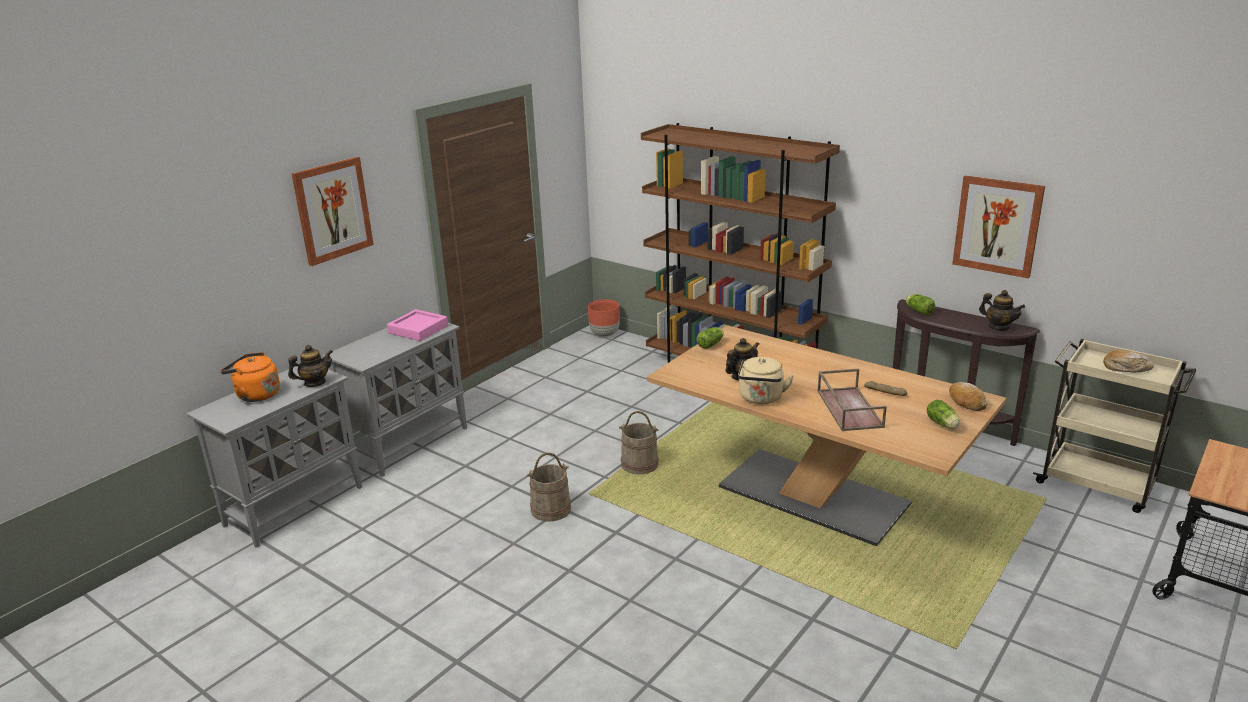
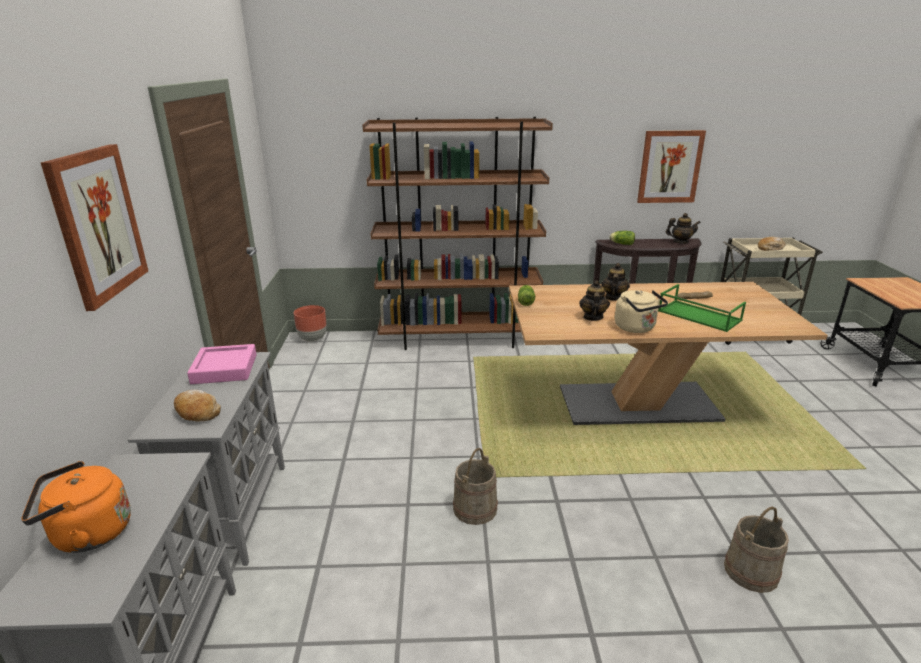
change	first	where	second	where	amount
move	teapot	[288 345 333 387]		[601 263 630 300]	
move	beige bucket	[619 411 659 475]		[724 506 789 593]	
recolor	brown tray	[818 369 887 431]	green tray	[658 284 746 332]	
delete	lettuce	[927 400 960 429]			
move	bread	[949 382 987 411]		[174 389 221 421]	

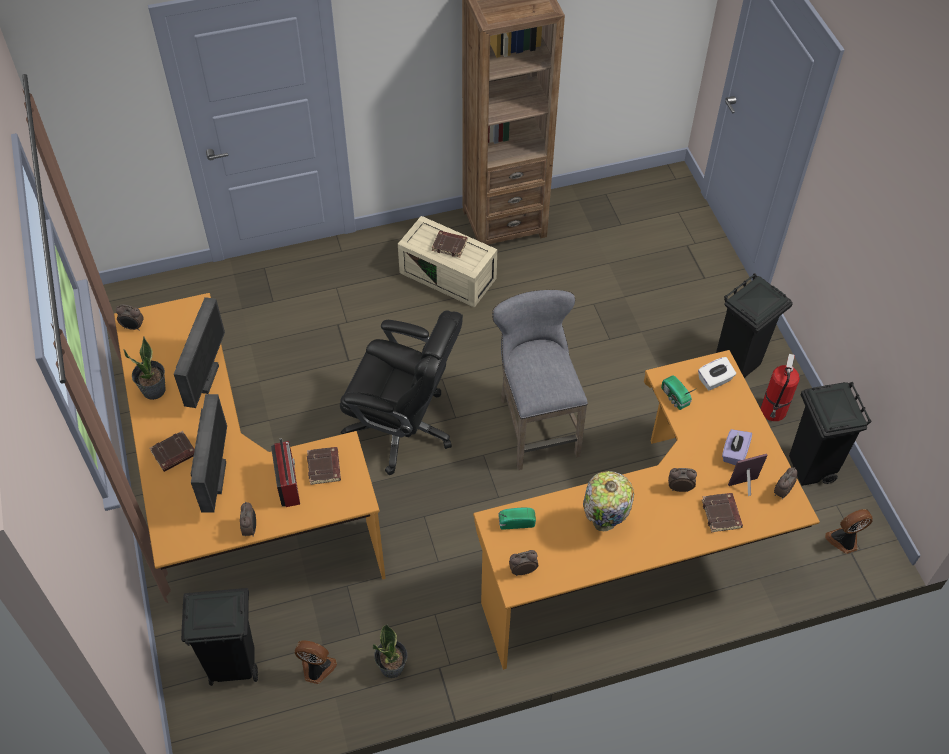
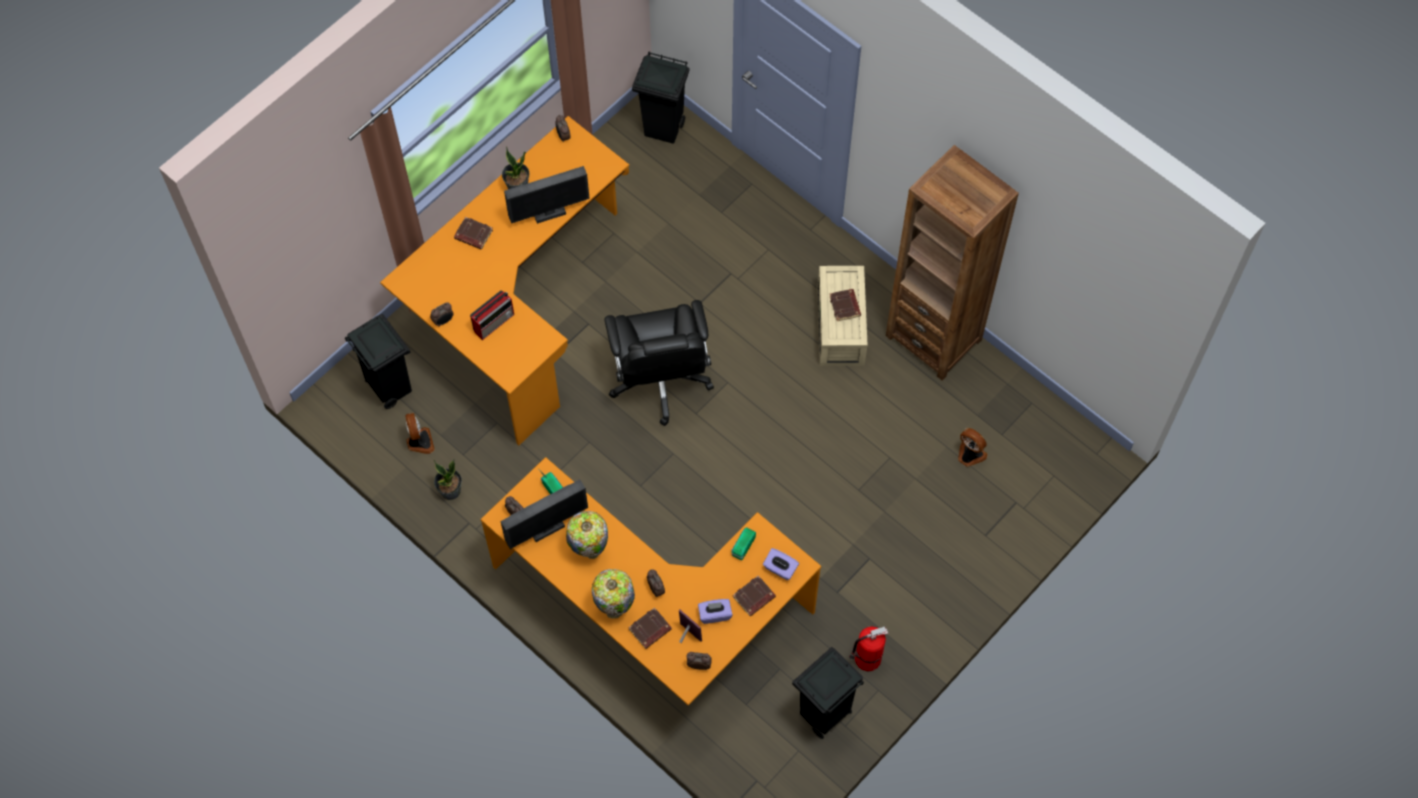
change	first	where	second	where	amount
move	monitor	[191 394 227 513]		[500 479 588 549]	
move	brown book	[307 447 341 485]		[733 575 776 617]	
delete	grey stool	[492 290 588 470]			
recolor	white tissue box	[698 357 736 390]	purple tissue box	[763 548 799 580]	
move	black trash can	[716 273 793 378]		[632 52 690 144]	
move	fan	[825 509 873 554]		[958 428 988 467]	
insert			table lamp	[592 569 635 618]	

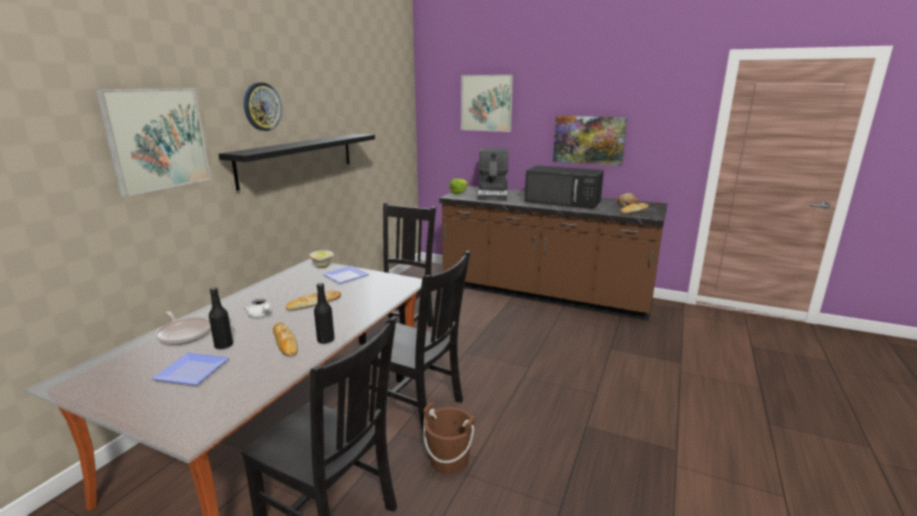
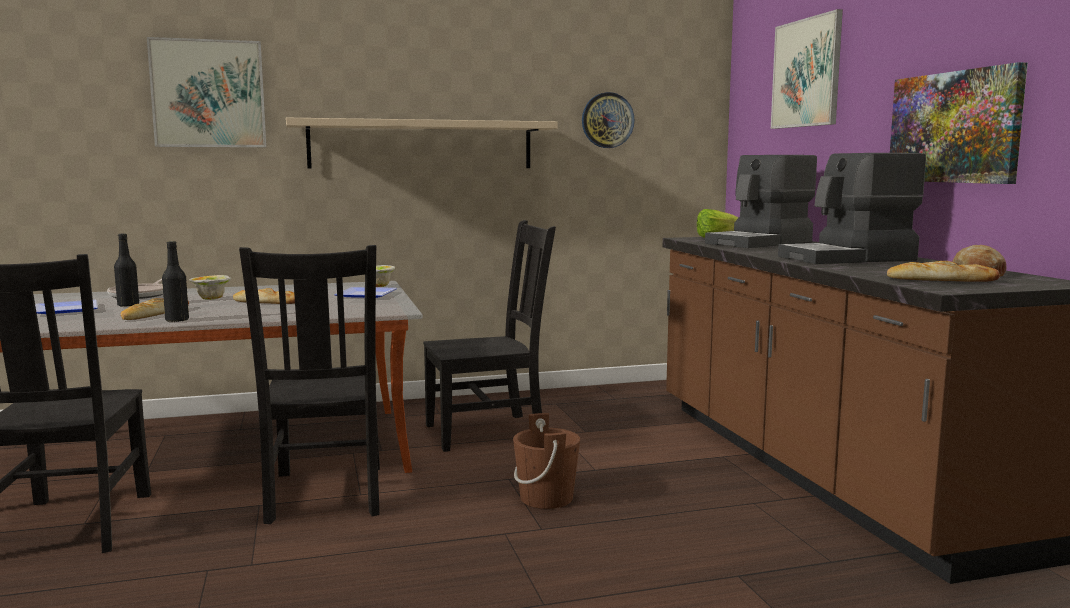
change	first	where	second	where	amount
recolor	black shelf	[219 134 375 191]	beige shelf	[286 118 557 169]	
replace	white teapot	[243 299 272 317]	bowl	[189 275 232 300]	
move	wall clock	[244 83 282 131]		[582 92 635 148]	
move	brown bucket	[423 402 475 474]		[513 413 580 509]	
replace	black microwave	[524 165 604 209]	coffee machine	[778 153 926 264]	

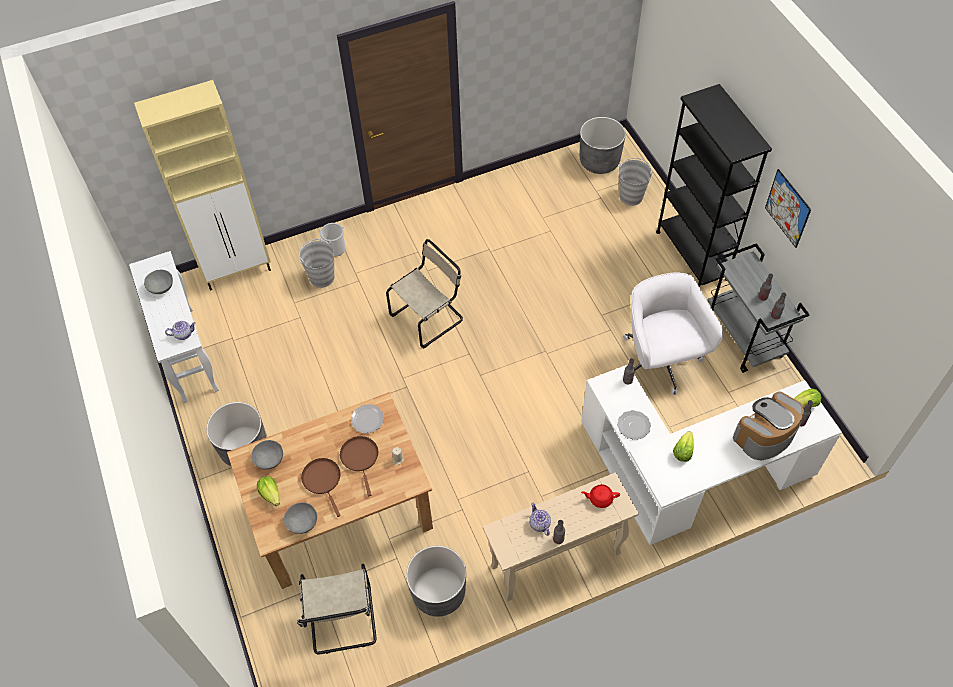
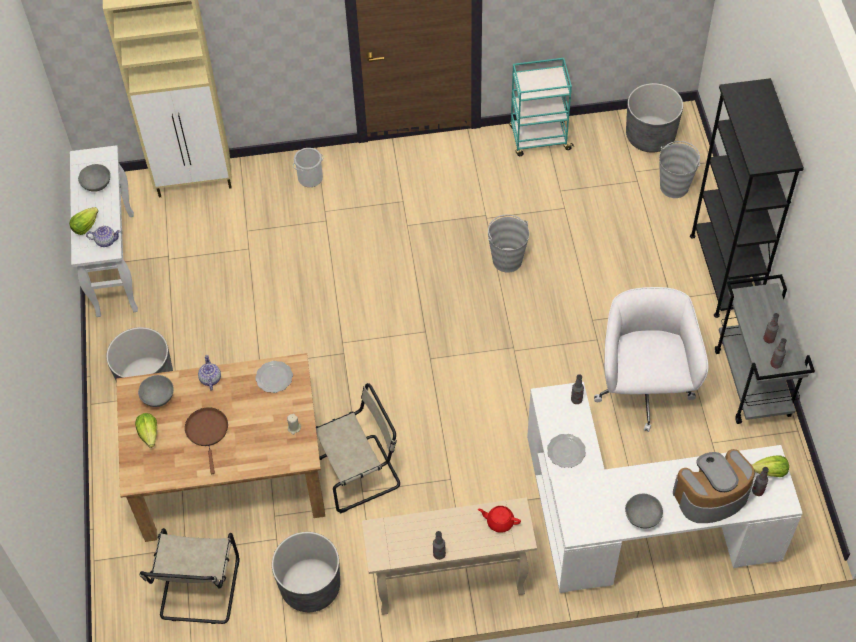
change	first	where	second	where	amount
move	grey bowl	[284 502 317 534]		[625 494 663 529]	
move	grey bucket	[299 239 334 288]		[488 214 529 273]	
delete	brown frying pan	[340 436 378 496]			
move	beige chair	[386 239 463 349]		[316 383 400 513]	
move	teapot	[529 503 551 536]		[198 355 221 391]	
move	lettuce	[673 431 694 462]		[69 207 98 235]	
delete	picture	[765 169 811 248]			
insert			turquoise cart	[509 58 574 156]	

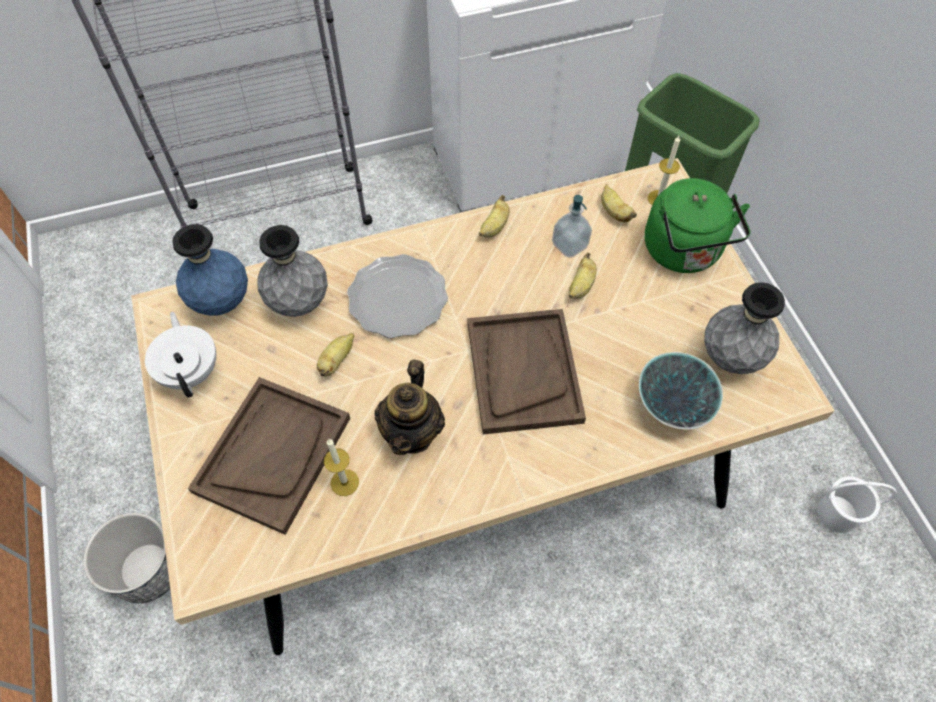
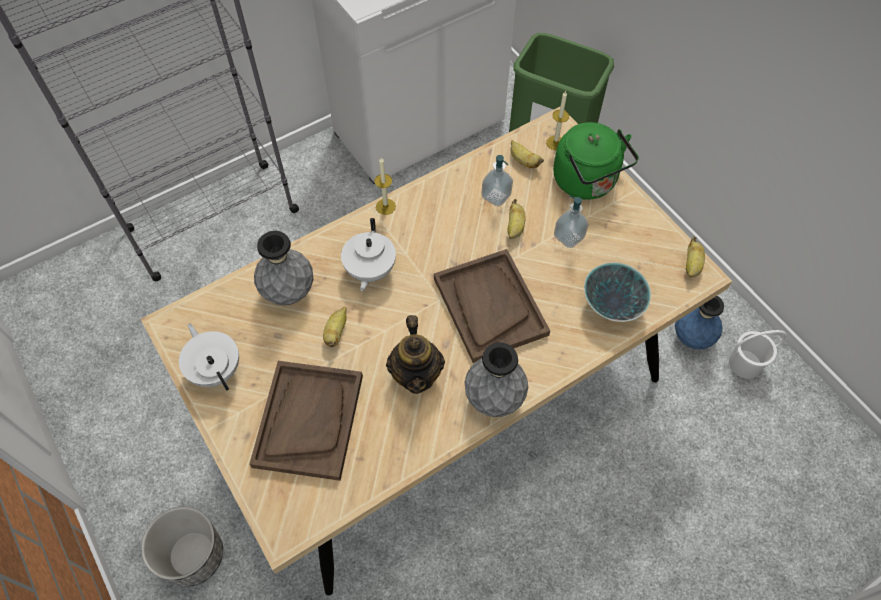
change	first	where	second	where	amount
move	blue vase	[172 224 248 316]		[675 296 724 349]	
move	candle	[324 439 359 496]		[374 158 396 215]	
replace	plate	[347 254 448 338]	white teapot	[341 218 396 291]	
move	banana	[479 195 510 238]		[686 236 705 278]	
move	grey vase	[704 282 785 374]		[465 342 528 417]	
insert			soap dispenser	[554 196 589 248]	

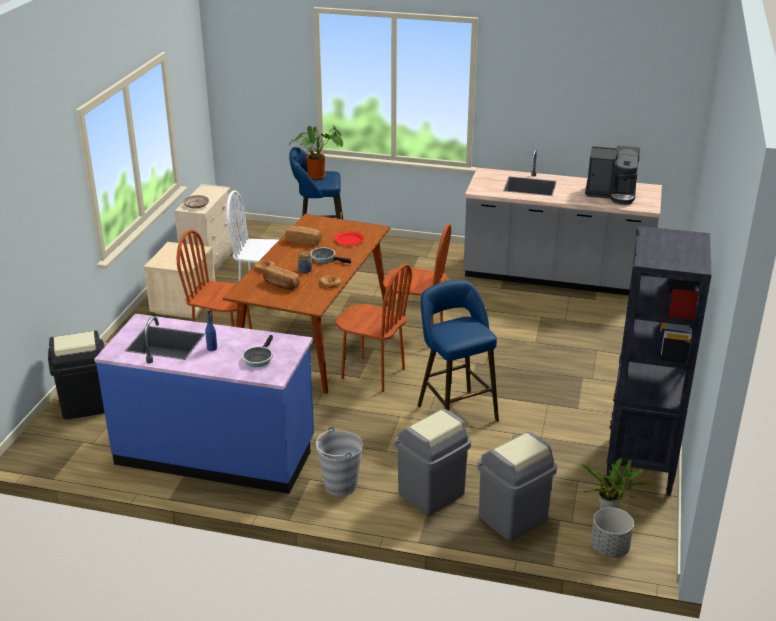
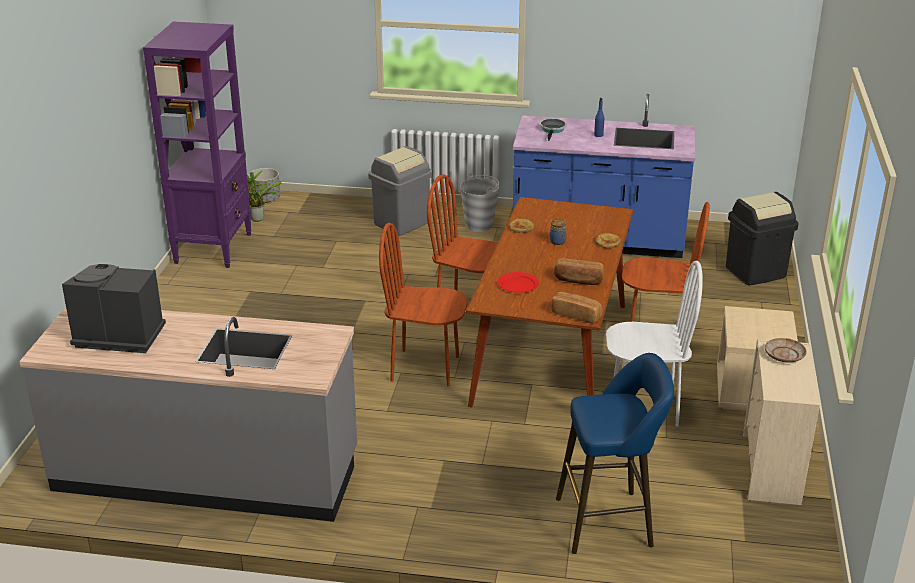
change	first	where	second	where	amount
move	bread	[263 266 300 290]		[551 292 603 324]	
delete	potted plant	[289 125 343 180]			
delete	frying pan	[310 247 351 264]			
delete	blue stool	[417 280 499 422]			
delete	grey trash can	[477 432 557 541]			
recolor	black bookcase	[606 226 712 495]	purple bookcase	[143 22 252 268]	

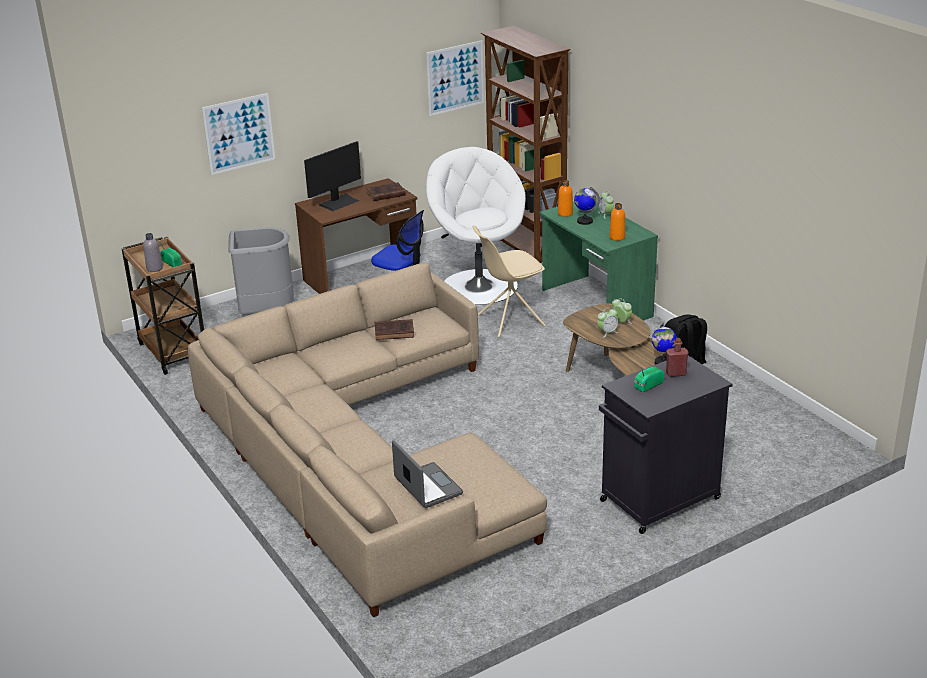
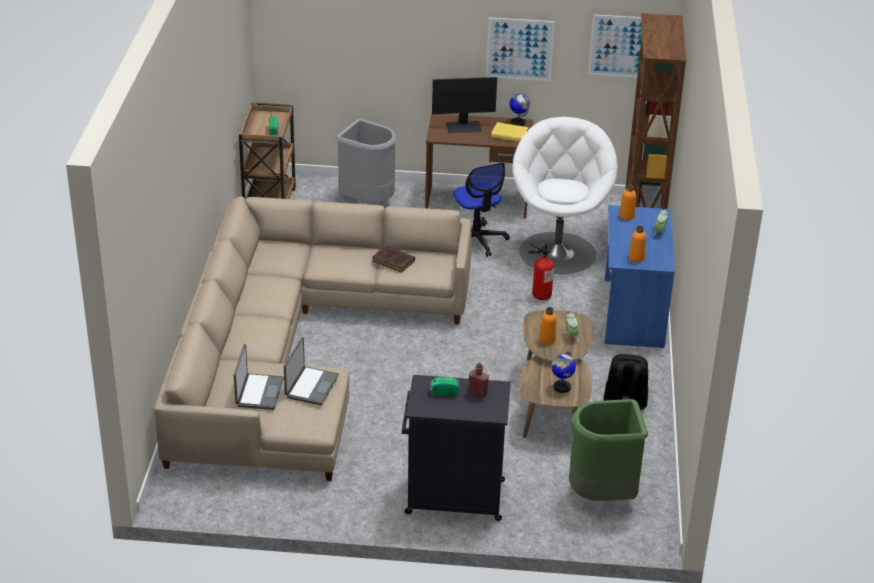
change	first	where	second	where	amount
delete	grey bottle	[143 233 163 272]			
move	picture	[202 93 275 175]		[486 17 555 81]	
recolor	brown book	[366 182 406 201]	yellow book	[491 122 529 142]	
replace	beige chair	[473 225 546 338]	fire extinguisher	[528 243 554 300]	
recolor	green desk	[539 202 658 321]	blue desk	[605 205 675 348]	
move	globe	[574 187 600 225]		[509 93 530 126]	
replace	alarm clock	[598 307 618 338]	orange bottle	[539 307 557 345]	
insert			laptop	[284 337 339 405]	
insert			green trash can	[569 399 648 501]	

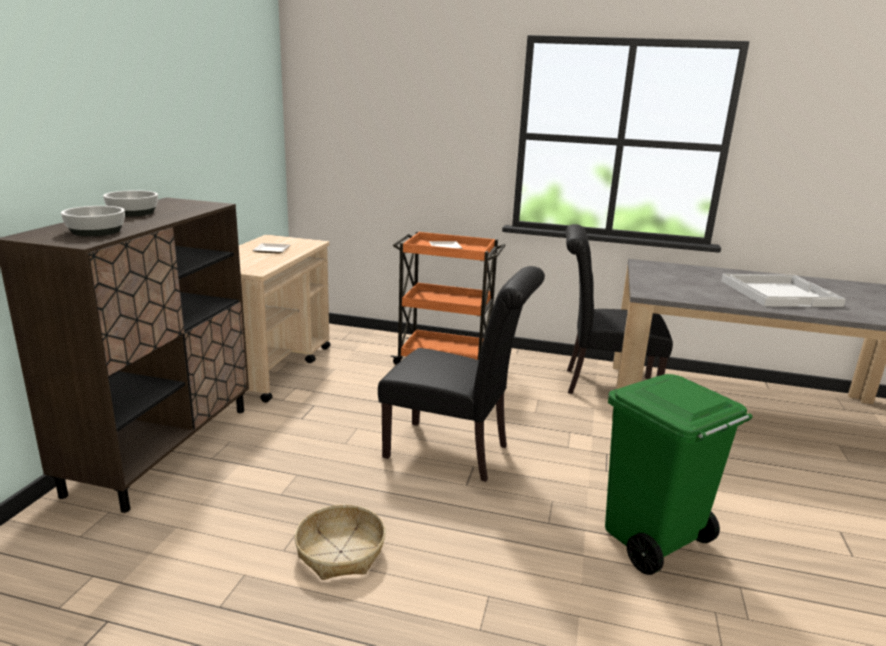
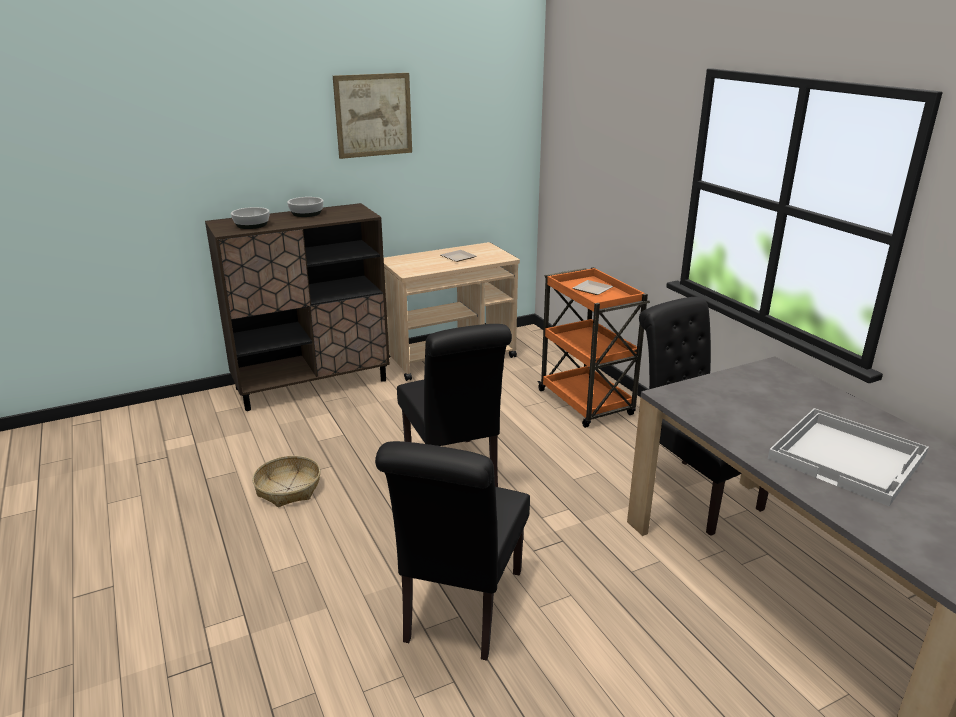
change	first	where	second	where	amount
replace	green trash can	[605 374 753 575]	black chair	[375 441 530 661]	
insert			picture	[333 73 412 159]	

